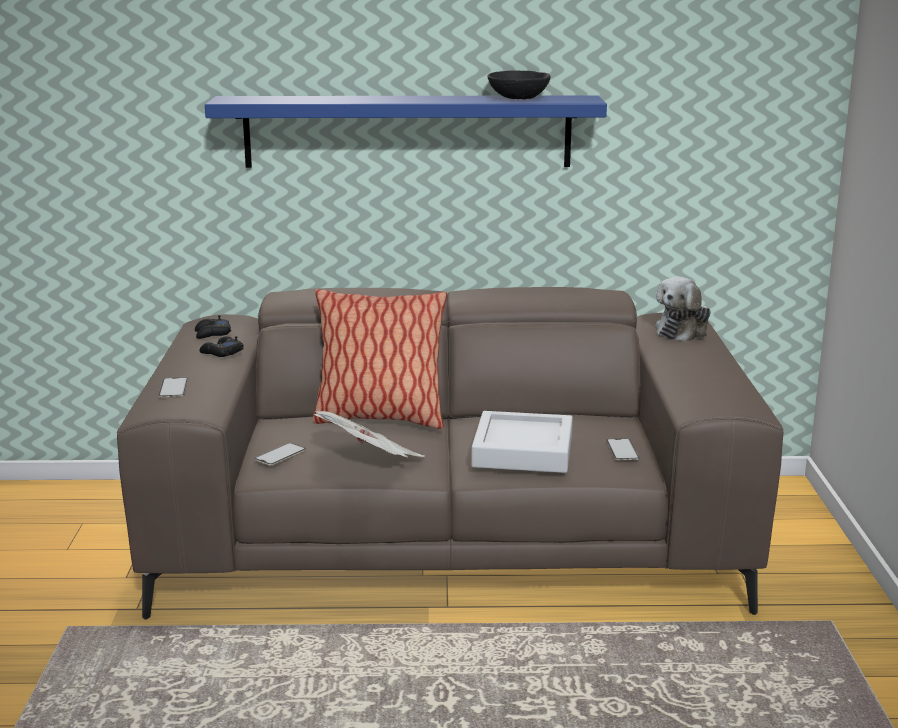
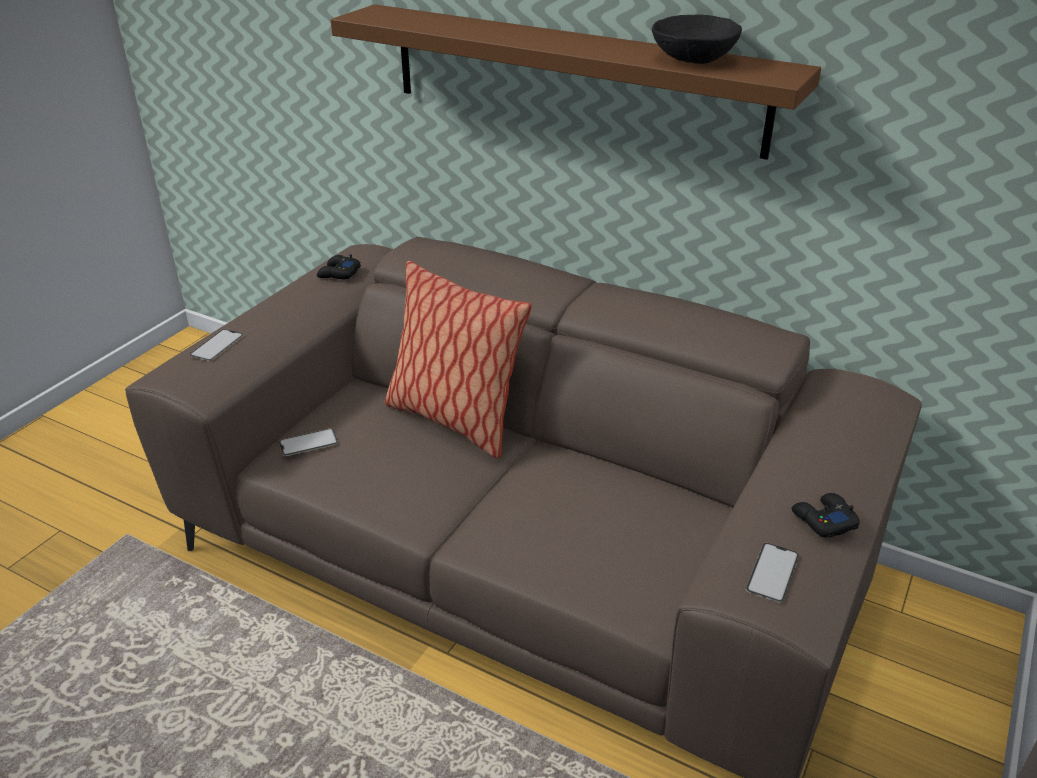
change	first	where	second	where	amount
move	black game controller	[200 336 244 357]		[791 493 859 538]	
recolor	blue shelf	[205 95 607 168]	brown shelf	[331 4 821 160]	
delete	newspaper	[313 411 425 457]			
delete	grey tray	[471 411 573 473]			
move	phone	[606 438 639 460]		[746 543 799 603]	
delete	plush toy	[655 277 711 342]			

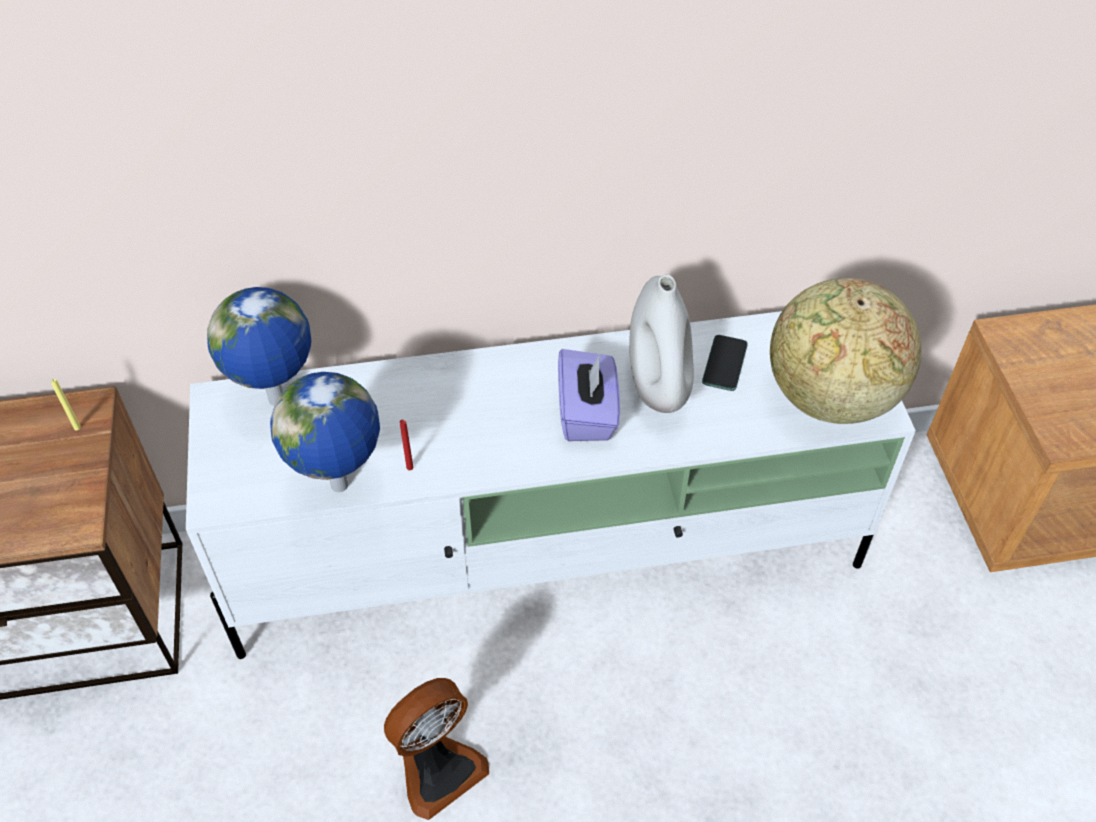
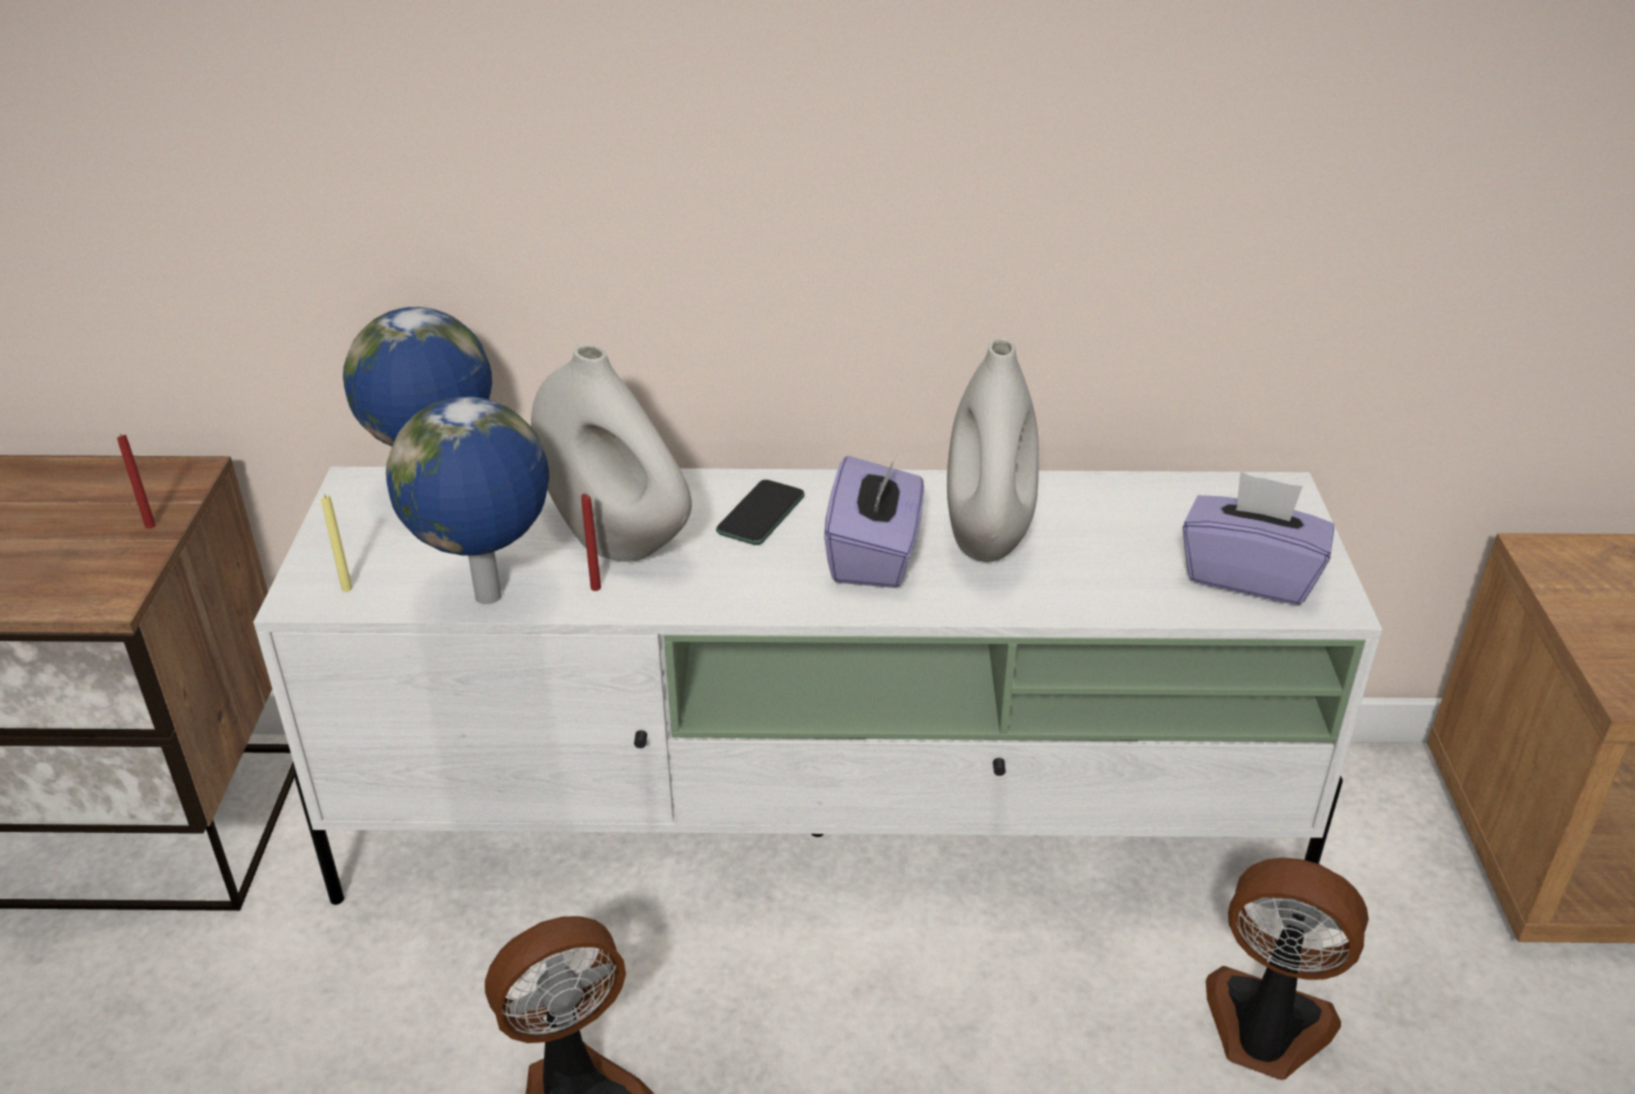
change	first	where	second	where	amount
move	yellow candle	[51 379 81 430]		[321 495 352 592]	
move	phone	[702 335 748 391]		[716 480 805 545]	
replace	globe	[770 278 921 424]	purple tissue box	[1183 472 1334 605]	
insert			red candle	[117 433 155 529]	
insert			white vase	[531 344 692 562]	
insert			fan	[1206 858 1369 1080]	

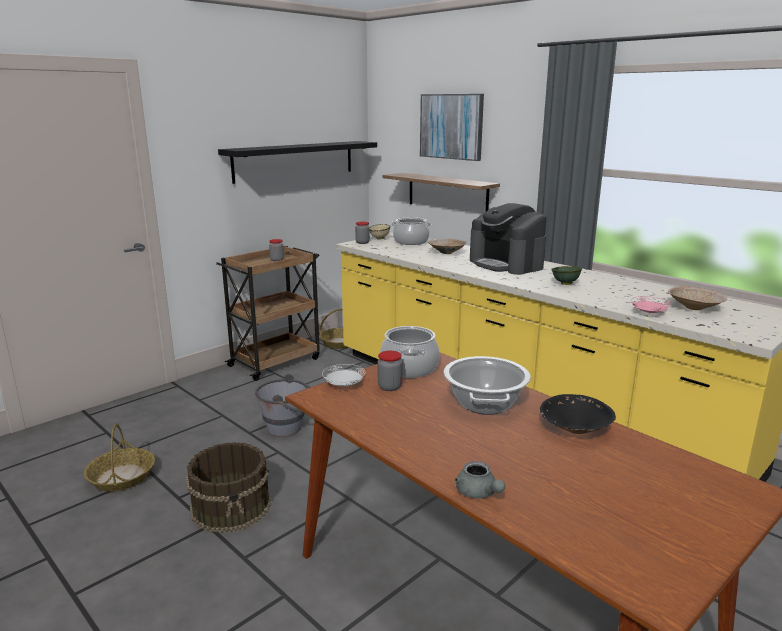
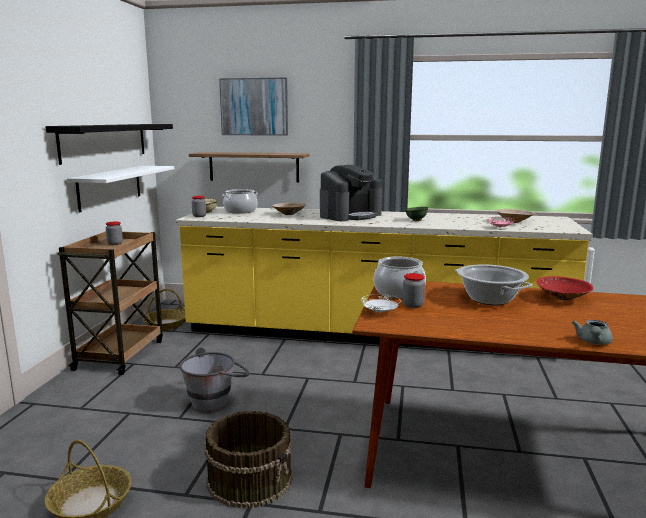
change	first	where	second	where	amount
rotate	grey teapot	[455 461 505 499]		[572 320 613 345]	90 degrees clockwise
rotate	coffee machine	[470 203 546 275]		[320 165 382 221]	60 degrees counterclockwise
recolor	black bowl	[540 394 616 434]	red bowl	[536 276 593 301]	
insert			white shelf	[67 166 174 213]	

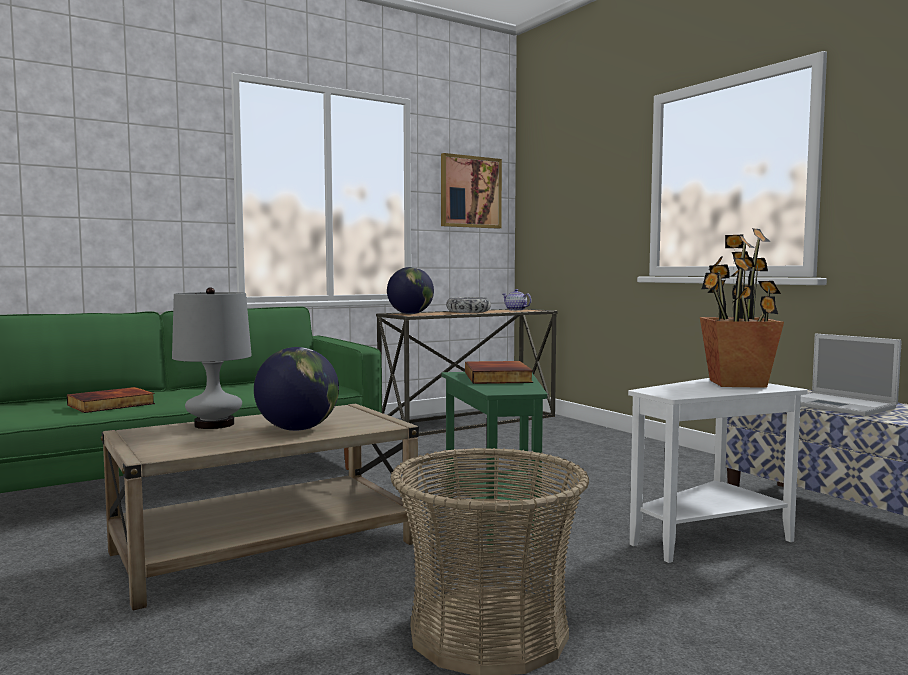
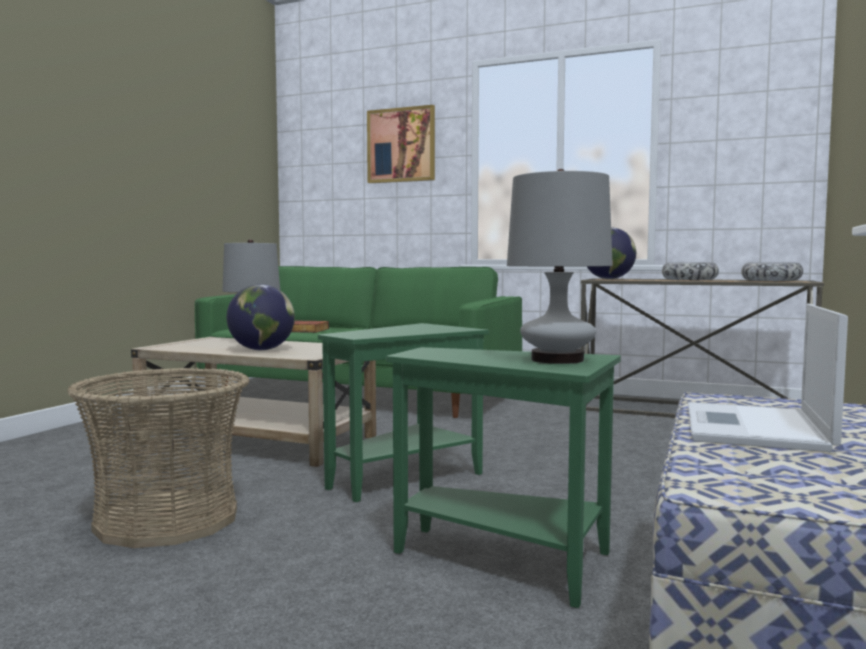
change	first	where	second	where	amount
move	picture	[441 153 502 229]		[367 105 435 183]	
delete	book	[465 361 533 384]			
replace	teapot	[502 289 531 311]	bowl	[741 263 803 281]	
recolor	white side table	[628 378 808 563]	green side table	[387 347 621 608]	
replace	potted plant	[700 228 784 388]	grey table lamp	[507 169 613 364]	

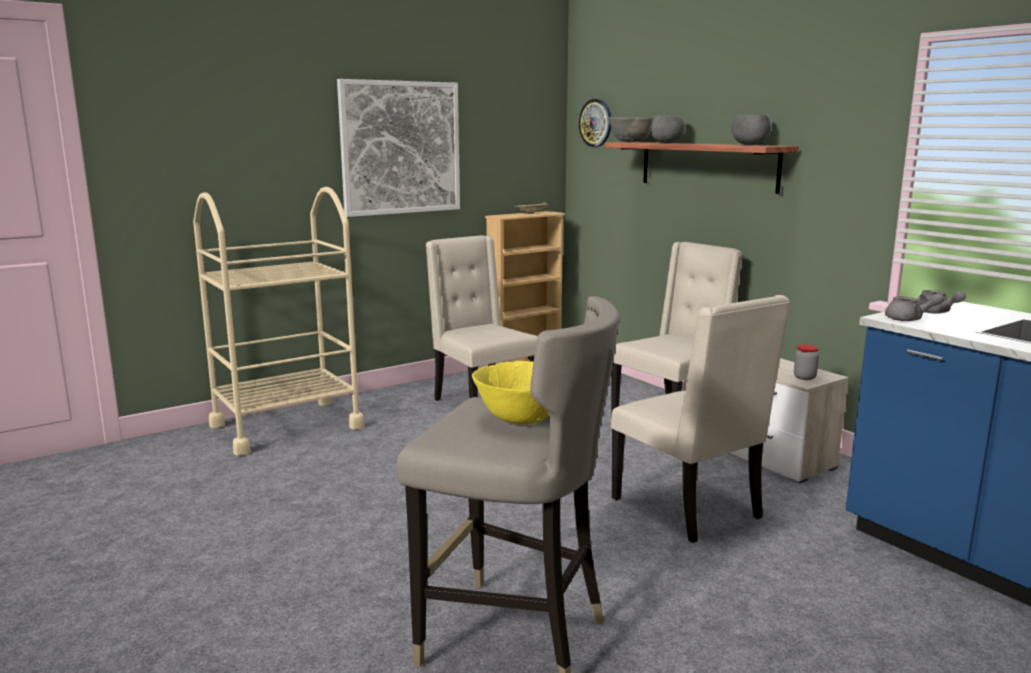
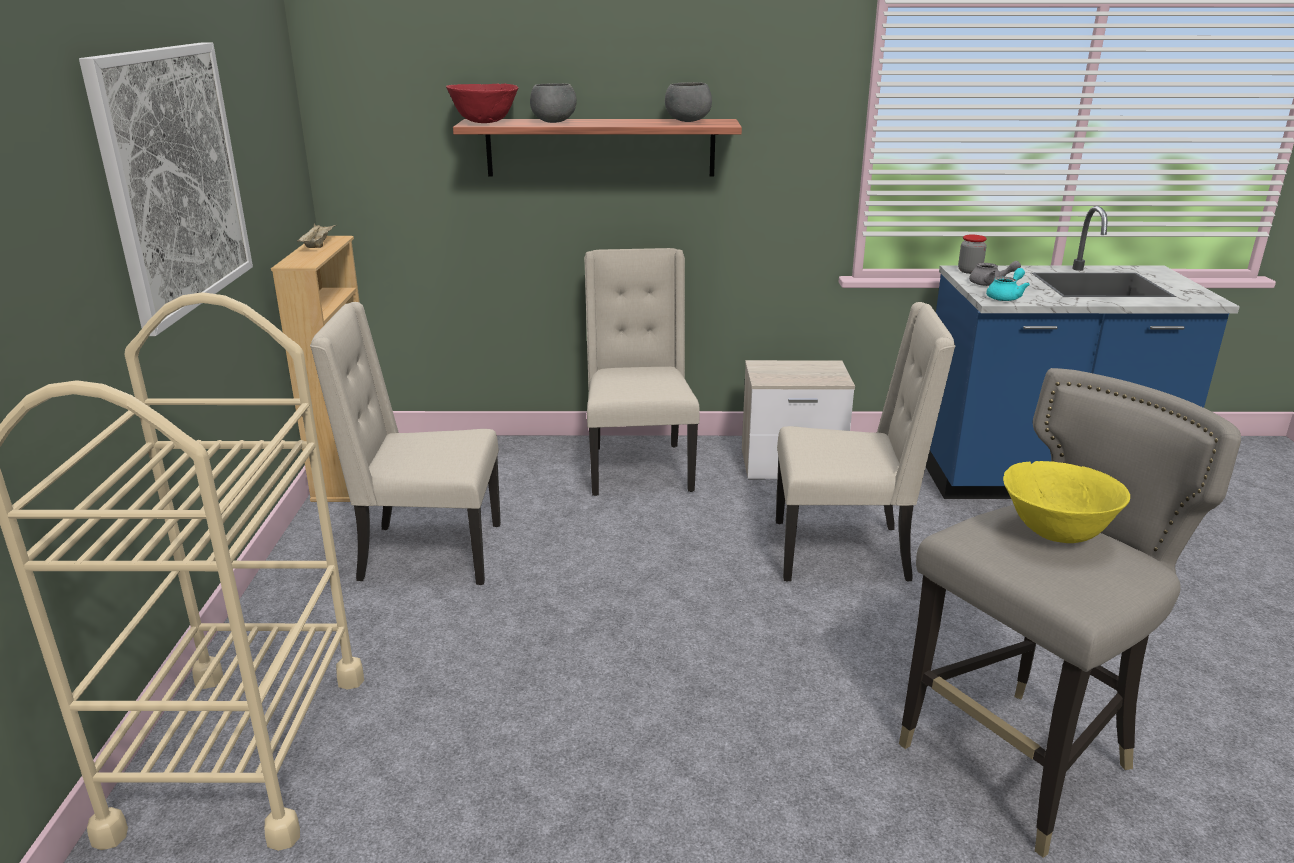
change	first	where	second	where	amount
delete	wall clock	[579 99 611 147]			
recolor	grey bowl	[607 117 653 142]	red bowl	[446 84 519 123]	
move	jar	[794 344 819 380]		[958 235 987 274]	
recolor	grey teapot	[885 293 944 321]	turquoise teapot	[986 268 1030 301]	

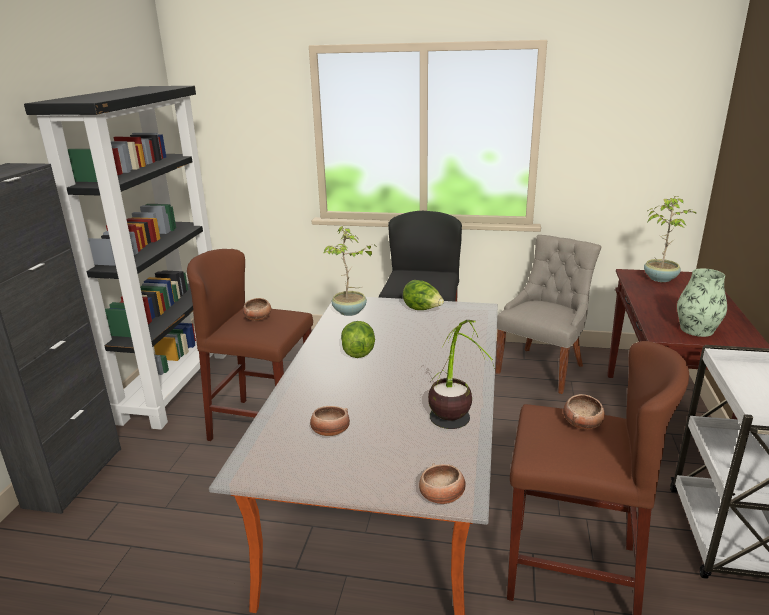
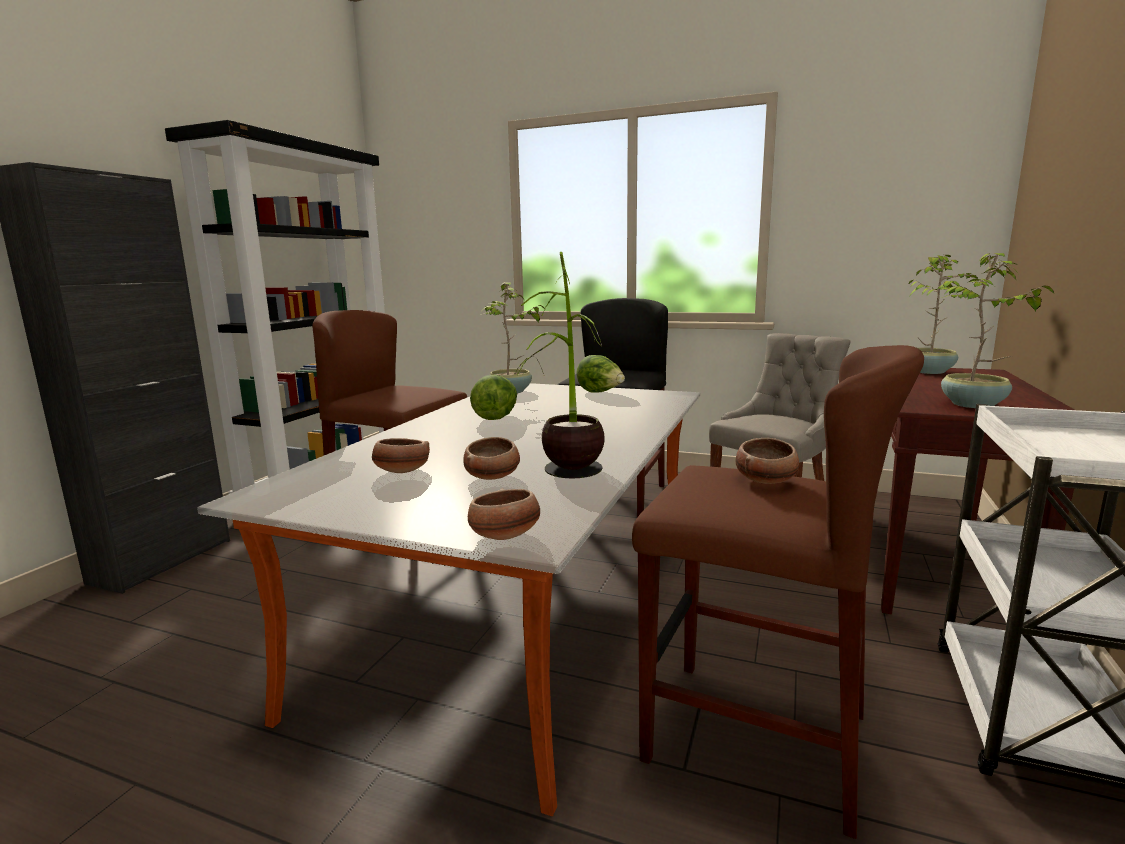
change	first	where	second	where	amount
move	bowl	[243 298 272 321]		[463 437 520 480]	
replace	vase	[677 268 727 337]	potted plant	[941 253 1054 408]	

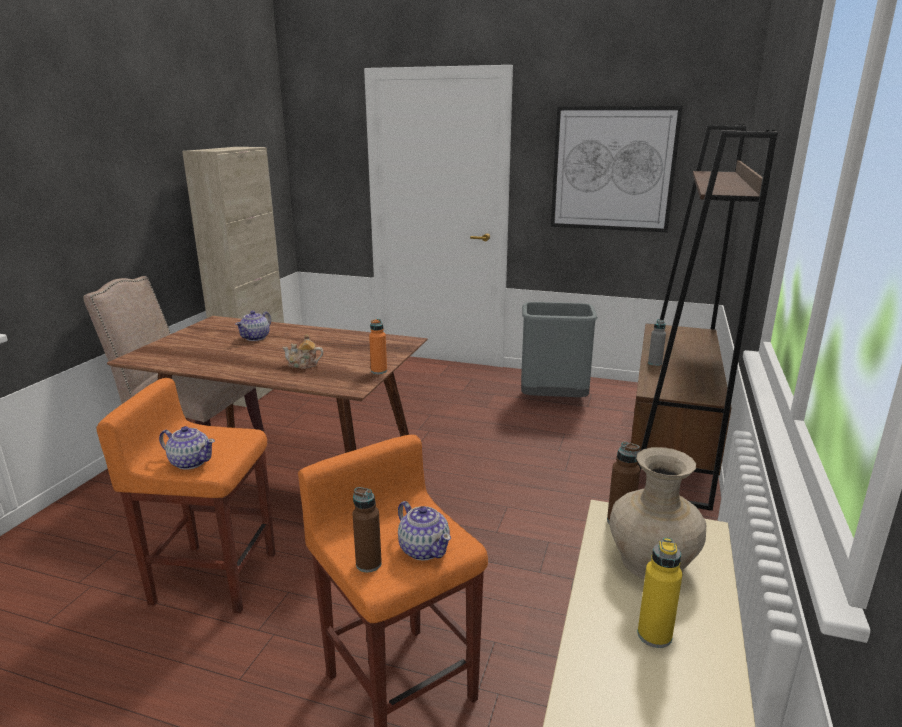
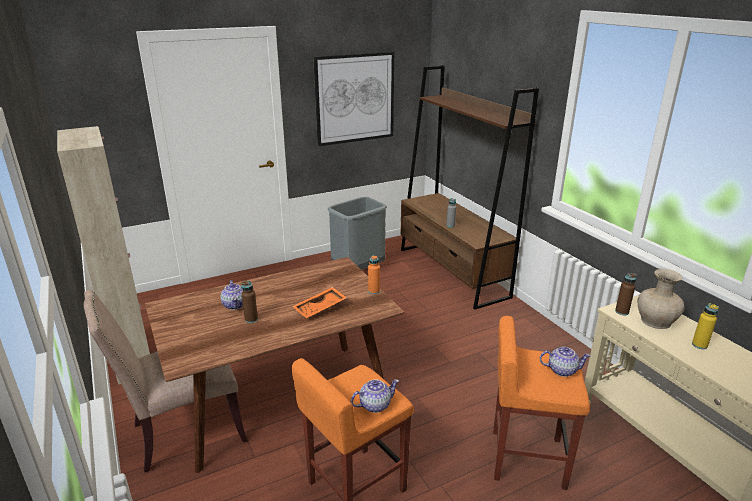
change	first	where	second	where	amount
replace	teapot	[282 334 323 369]	orange tray	[292 287 347 318]	
move	brown bottle	[352 487 382 572]		[241 281 258 323]	

